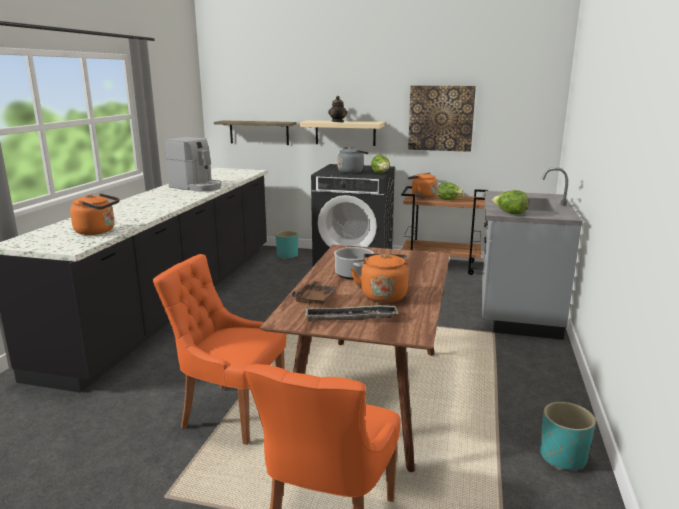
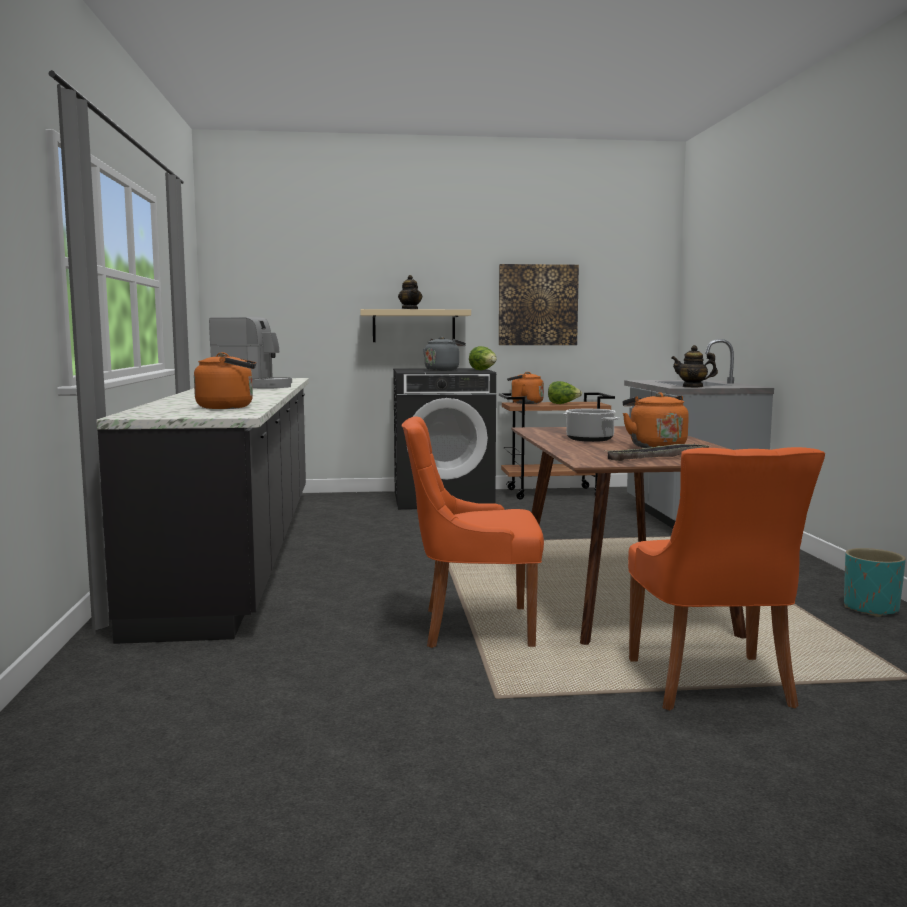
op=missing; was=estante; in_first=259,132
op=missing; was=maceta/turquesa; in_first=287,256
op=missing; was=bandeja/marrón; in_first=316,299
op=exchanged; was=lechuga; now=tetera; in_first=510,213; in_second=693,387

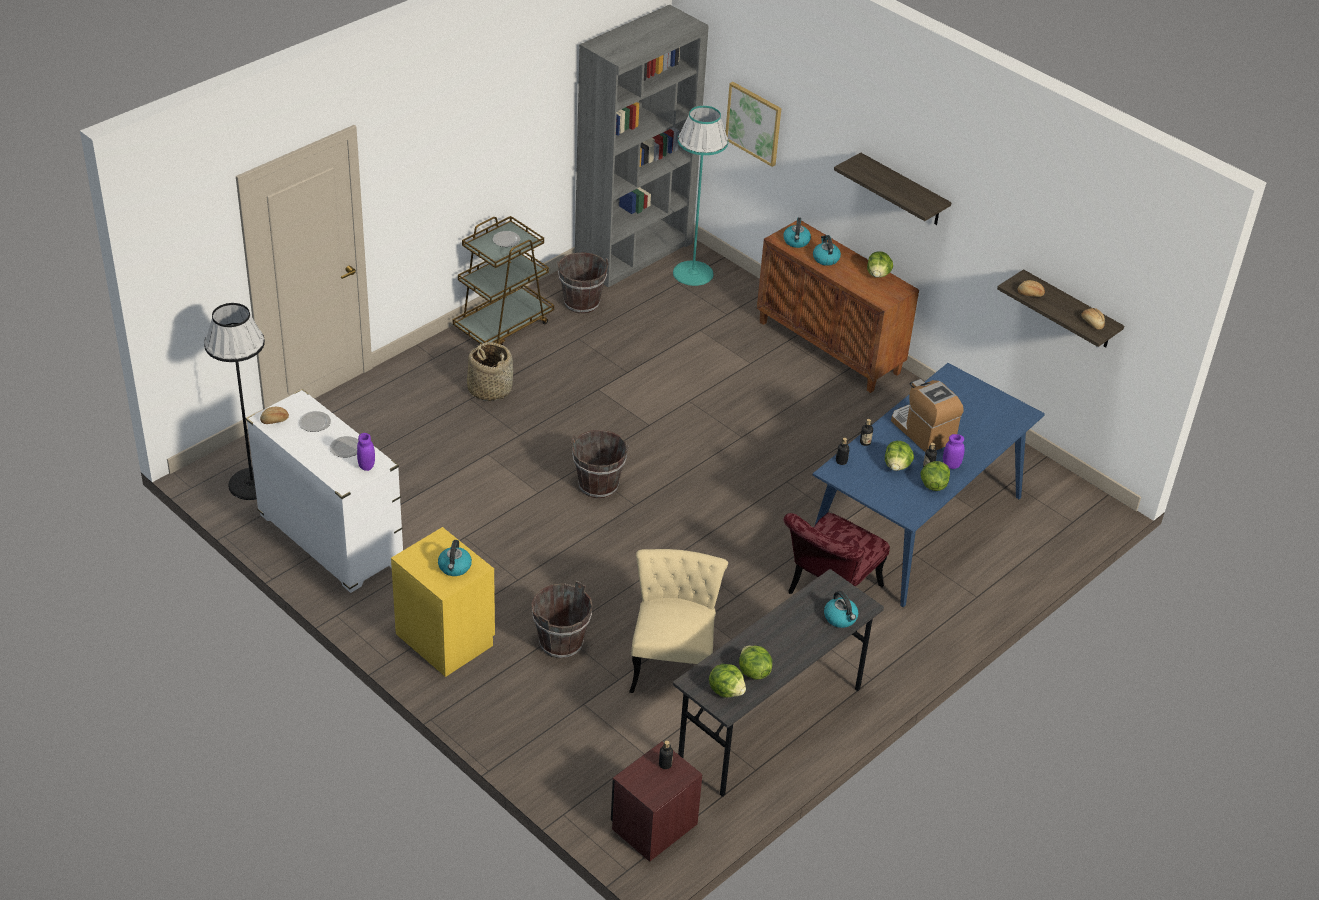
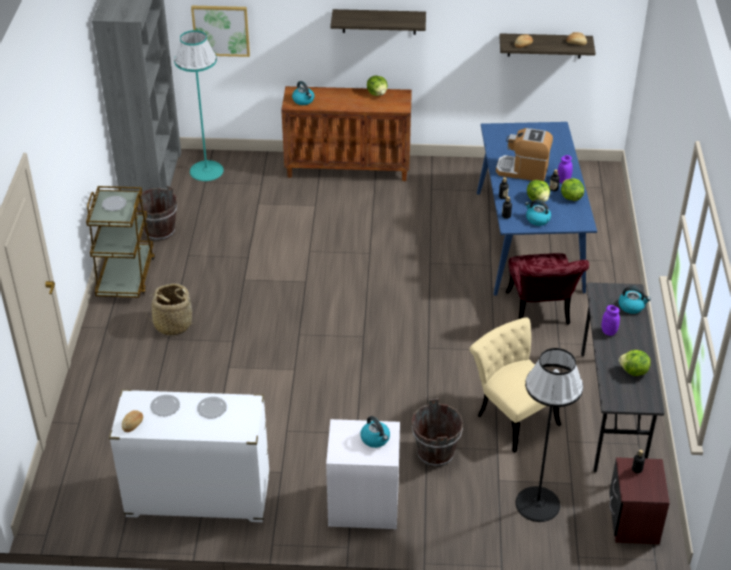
op=missing; was=cubo/marrón; in_first=598,485
op=missing; was=lechuga; in_first=726,690
op=relocated; was=lámpara de pie/negro; in_first=252,483; in_second=537,504
op=relocated; was=tarro/morado; in_first=366,466; in_second=609,332
op=relocated; was=hervidor; in_first=825,258; in_second=537,219
op=colour; was=mesita de noche/amarillo; now=mesita de noche/blanco; in_first=446,639; in_second=363,505

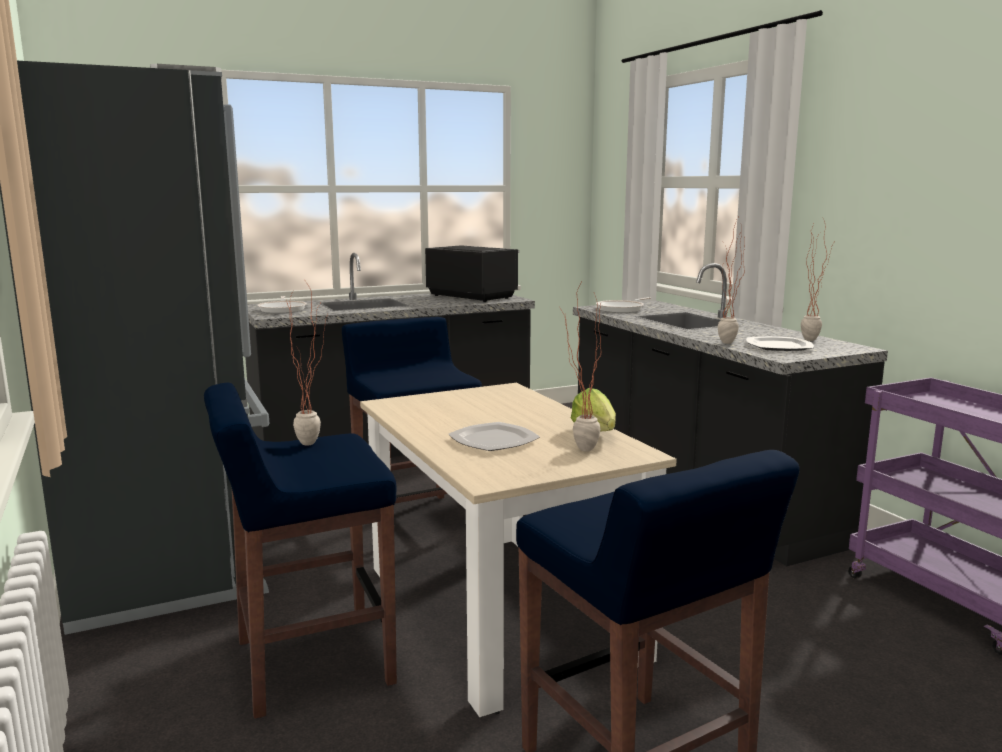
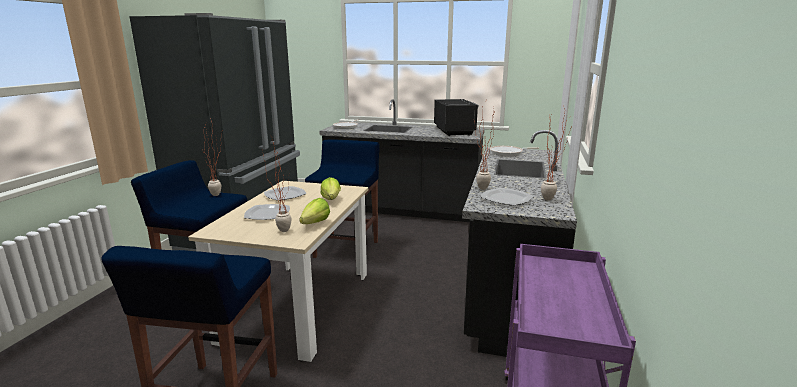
op=appeared; now=plato; in_second=285,195
op=appeared; now=lechuga; in_second=330,201

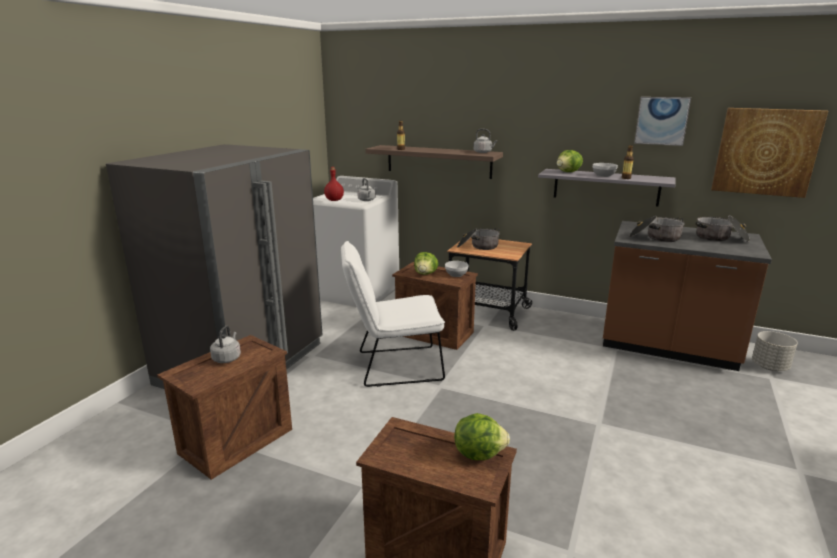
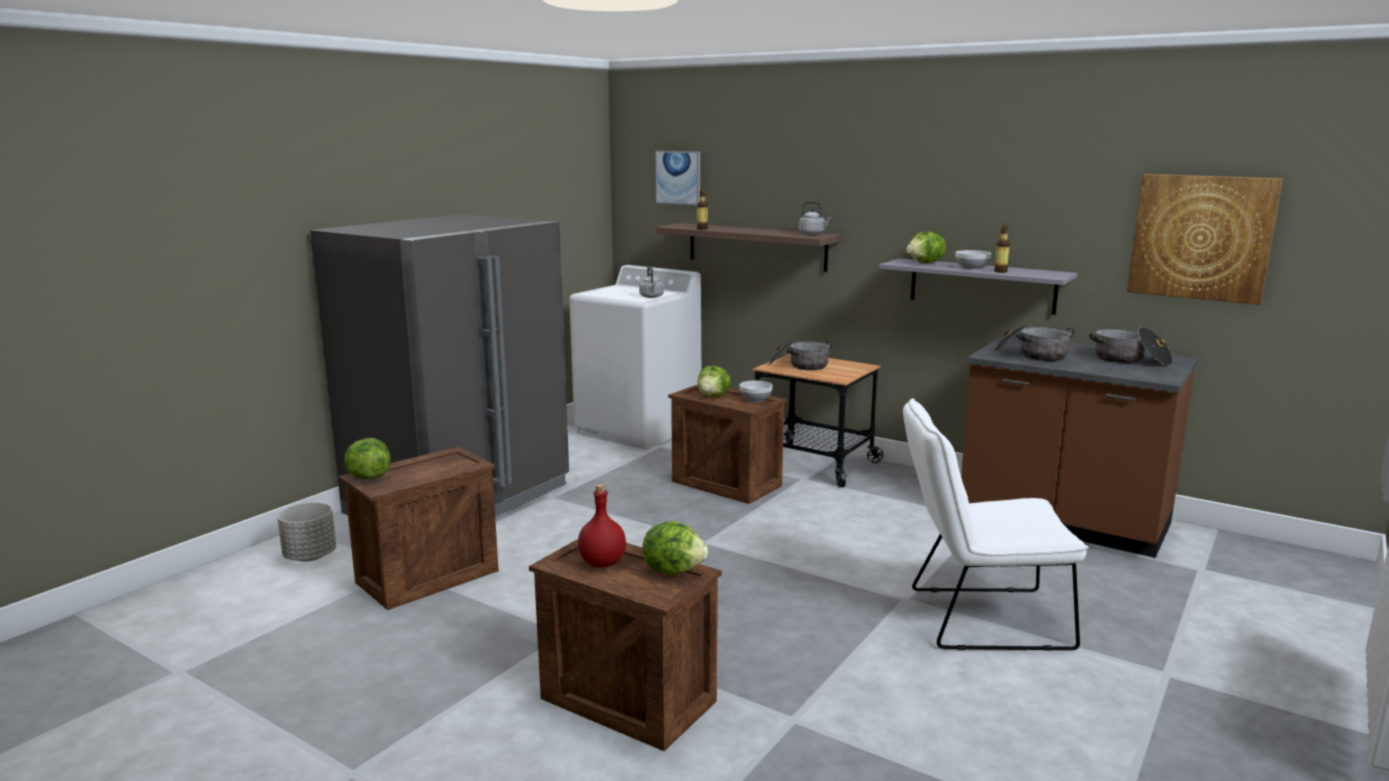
op=missing; was=hervidor/gris; in_first=227,358
op=appeared; now=lechuga; in_second=368,477
op=relocated; was=botella/rojo; in_first=334,200; in_second=602,562
op=relocated; was=silla/blanco; in_first=393,366; in_second=977,618
op=relocated; was=cuadro; in_first=661,121; in_second=678,177
op=relocated; was=maceta/gris; in_first=770,367; in_second=310,556

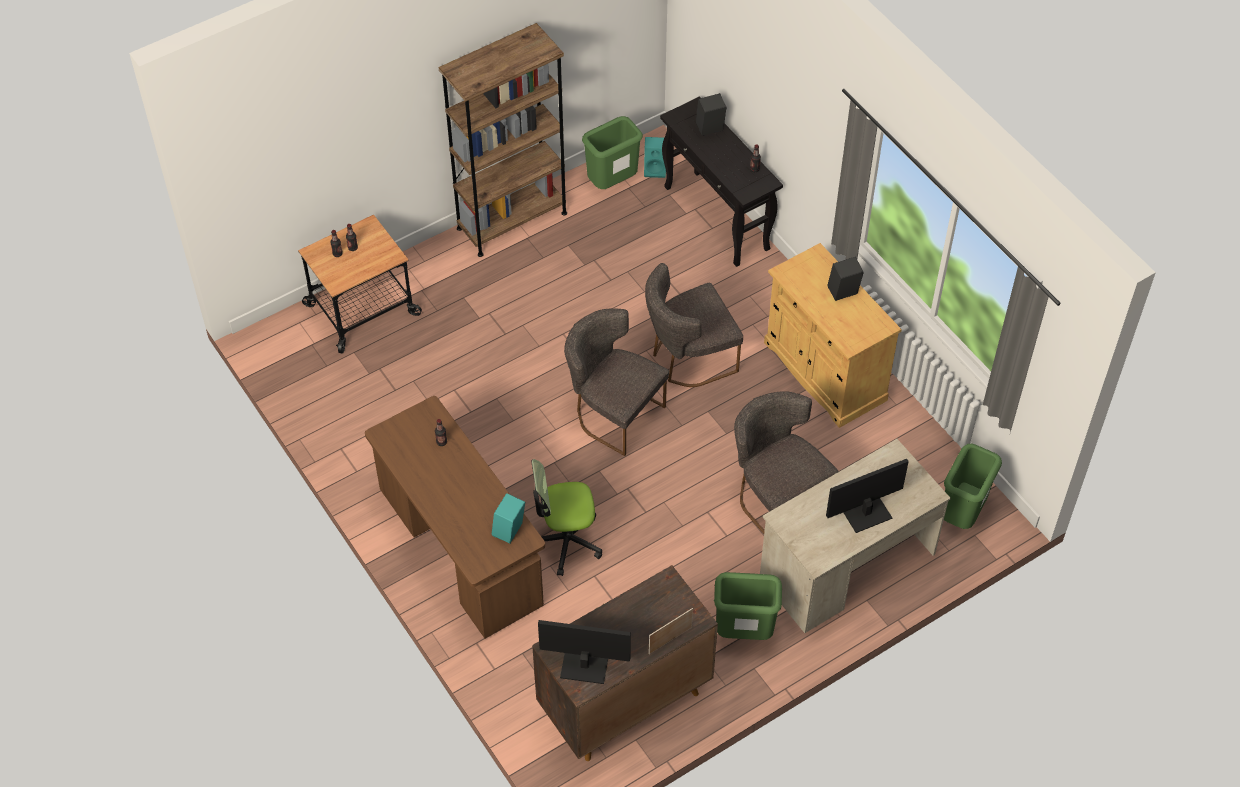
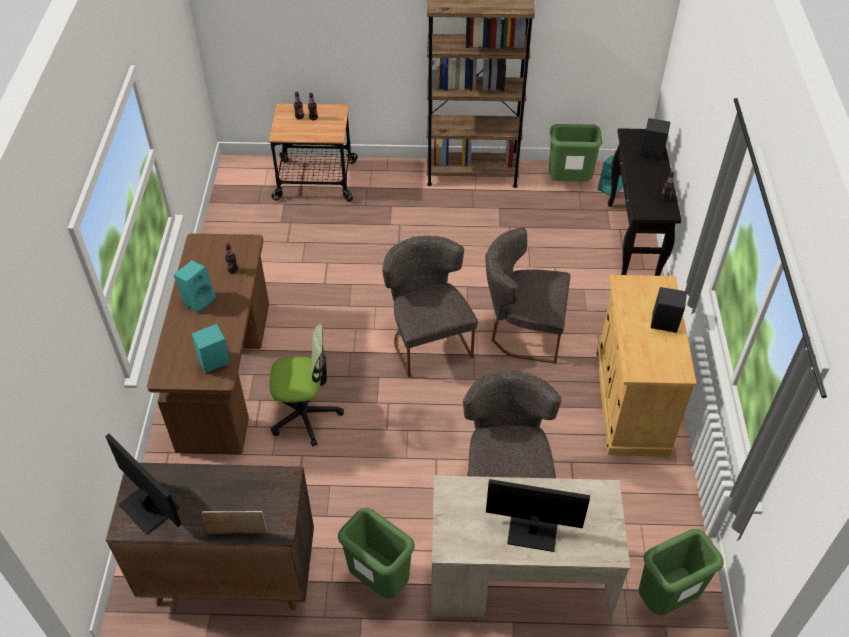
op=appeared; now=altavoz/turquesa; in_second=199,300
op=spun; was=silla de oficina; in_first=565,541; in_second=305,415; clockwise=150

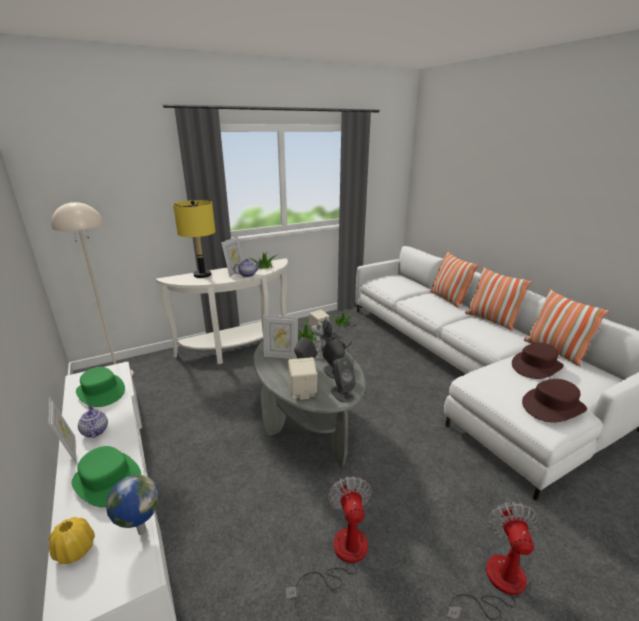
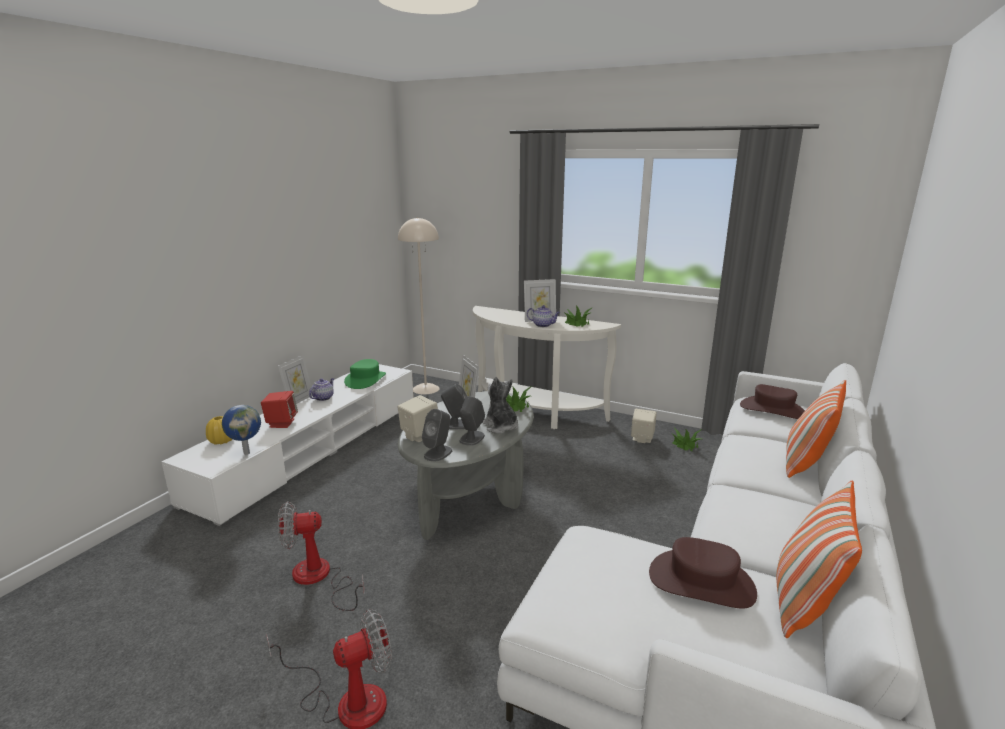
op=missing; was=lámpara de mesa/amarillo; in_first=202,275
op=missing; was=cojín; in_first=491,320
op=relocated; was=sombrero/marrón; in_first=553,406; in_second=772,409
op=exchanged; was=sombrero/verde; now=altavoz/rojo; in_first=107,480; in_second=281,423
op=spun; was=ventilador; in_first=341,555; in_second=319,578; clockwise=-150

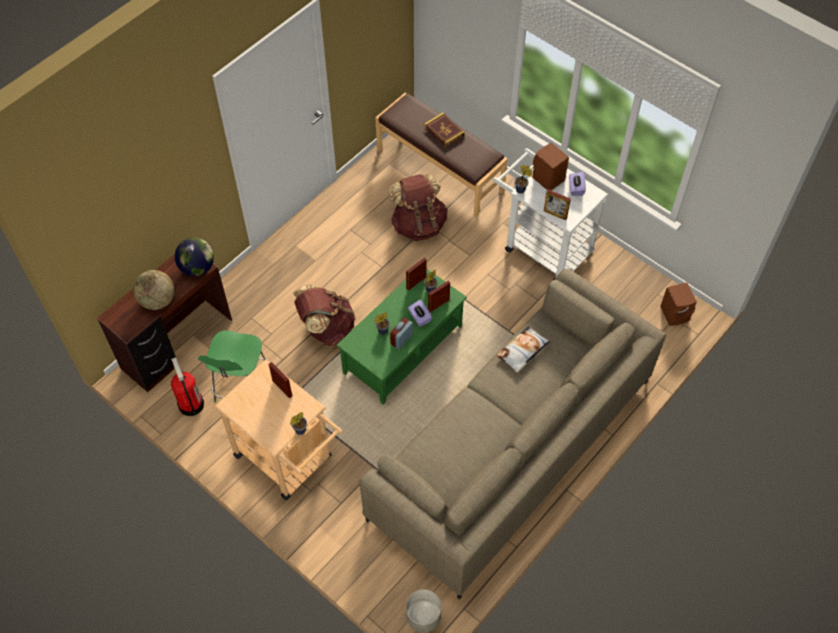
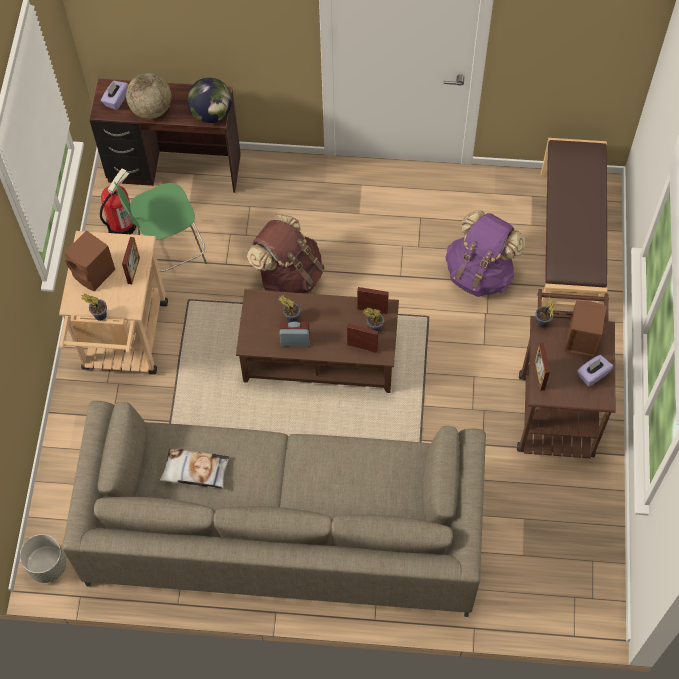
op=missing; was=libro; in_first=444,131
op=relocated; was=caja de pañuelos/morado; in_first=419,318; in_second=116,100
op=relocated; was=cojín; in_first=523,351; in_second=195,471
op=relocated; was=altavoz/marrón; in_first=675,314; in_second=94,274
op=colour; was=mesa de centro/verde; now=mesa de centro/marrón; in_first=403,350; in_second=319,359
op=colour; was=mochila/marrón; now=mochila/morado; in_first=418,225; in_second=480,273
op=colour; was=carrito/blanco; now=carrito/marrón; in_first=542,246; in_second=555,405

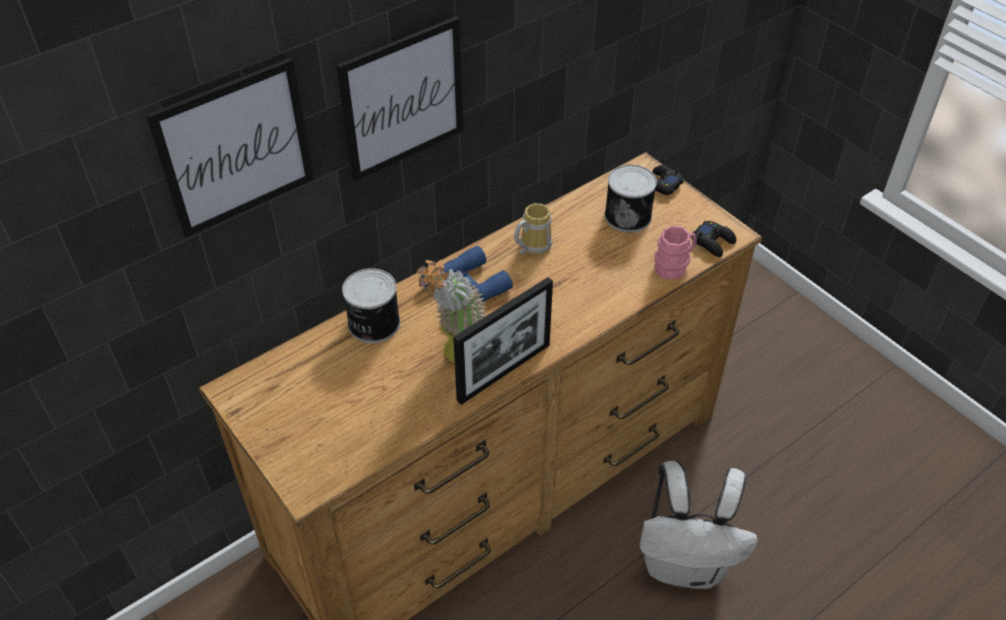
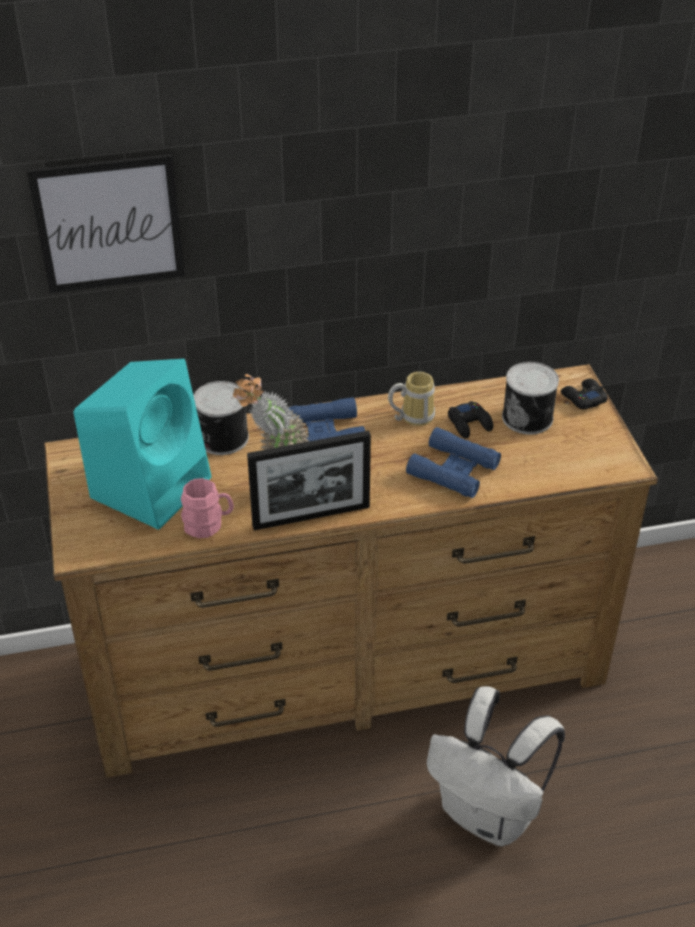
op=missing; was=cuadro; in_first=403,99
op=appeared; now=altavoz/turquesa; in_second=152,485
op=appeared; now=prismáticos/azul; in_second=453,470
op=relocated; was=taza grande/rosa; in_first=674,266; in_second=208,525
op=relocated; was=mando de consola/negro; in_first=713,242; in_second=470,424

